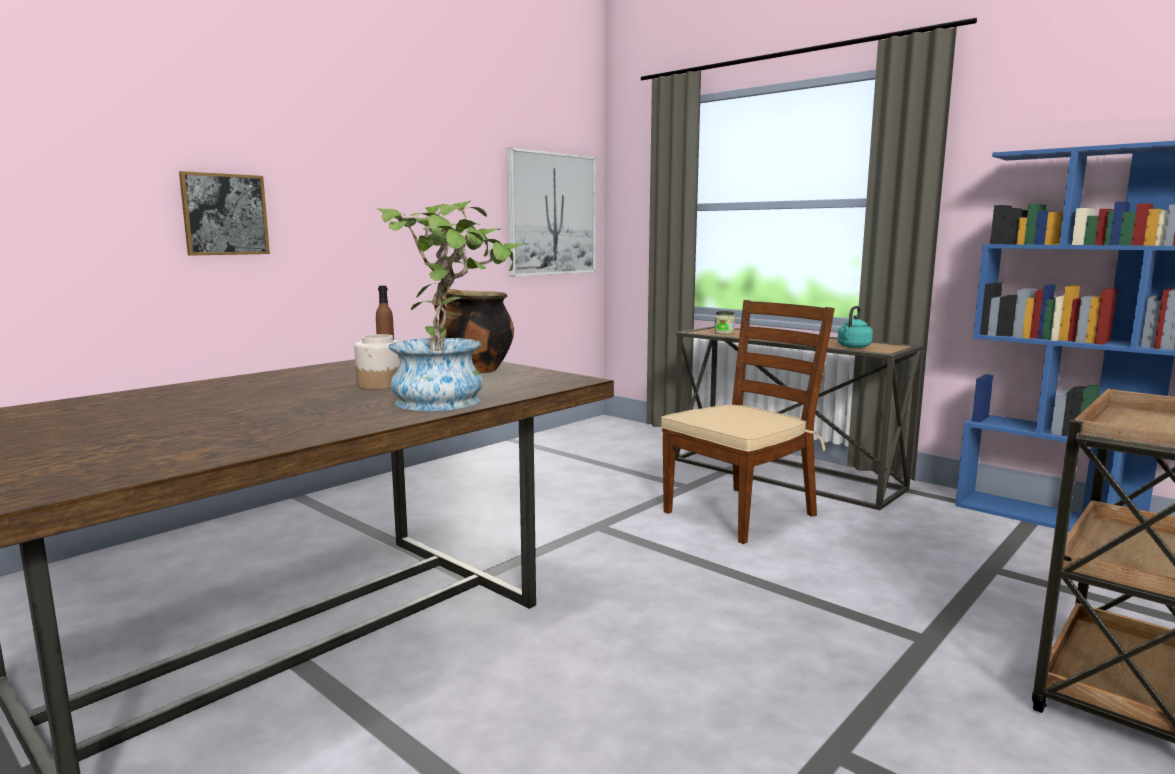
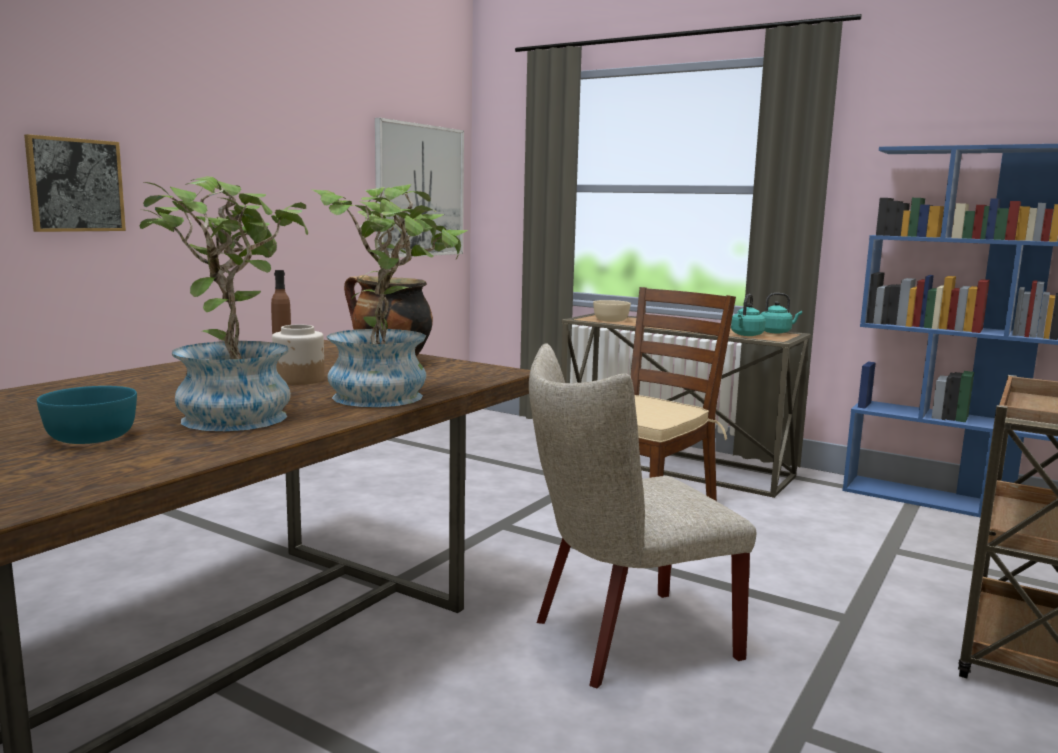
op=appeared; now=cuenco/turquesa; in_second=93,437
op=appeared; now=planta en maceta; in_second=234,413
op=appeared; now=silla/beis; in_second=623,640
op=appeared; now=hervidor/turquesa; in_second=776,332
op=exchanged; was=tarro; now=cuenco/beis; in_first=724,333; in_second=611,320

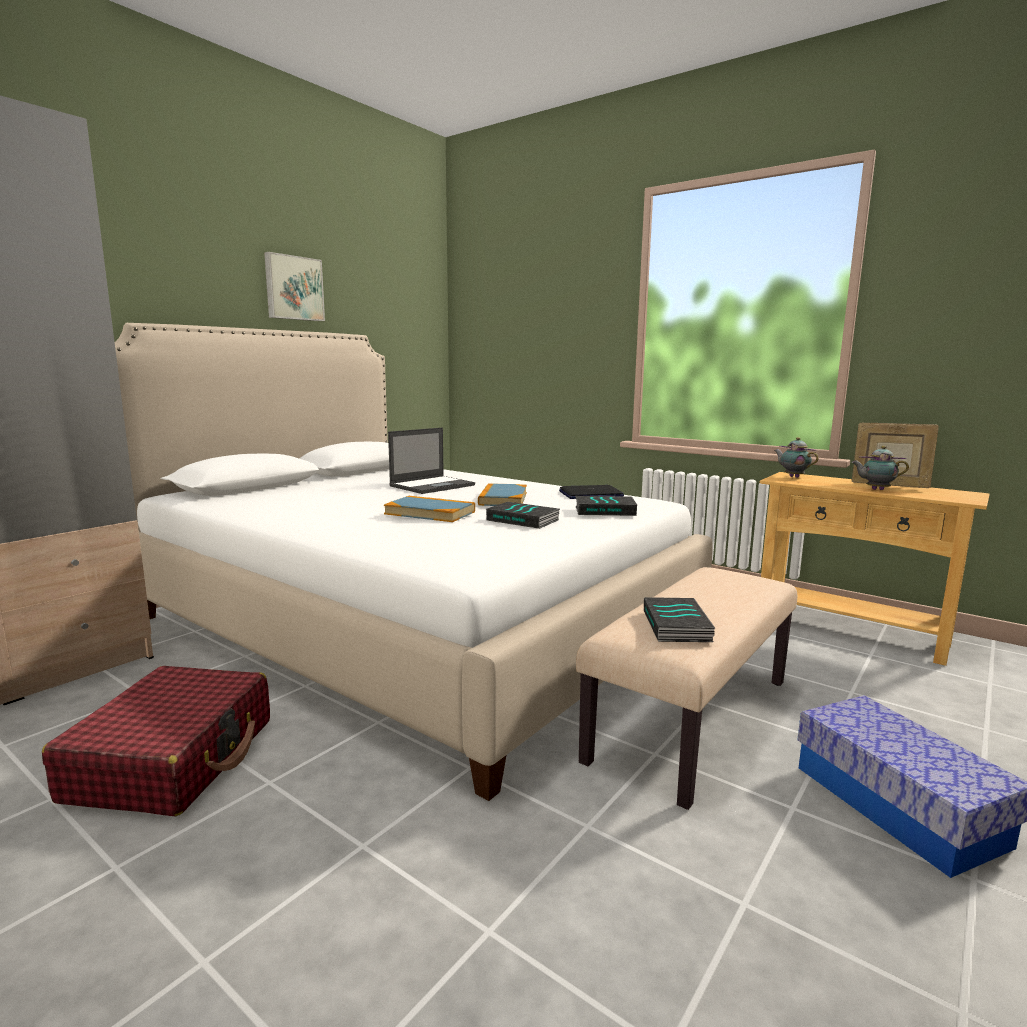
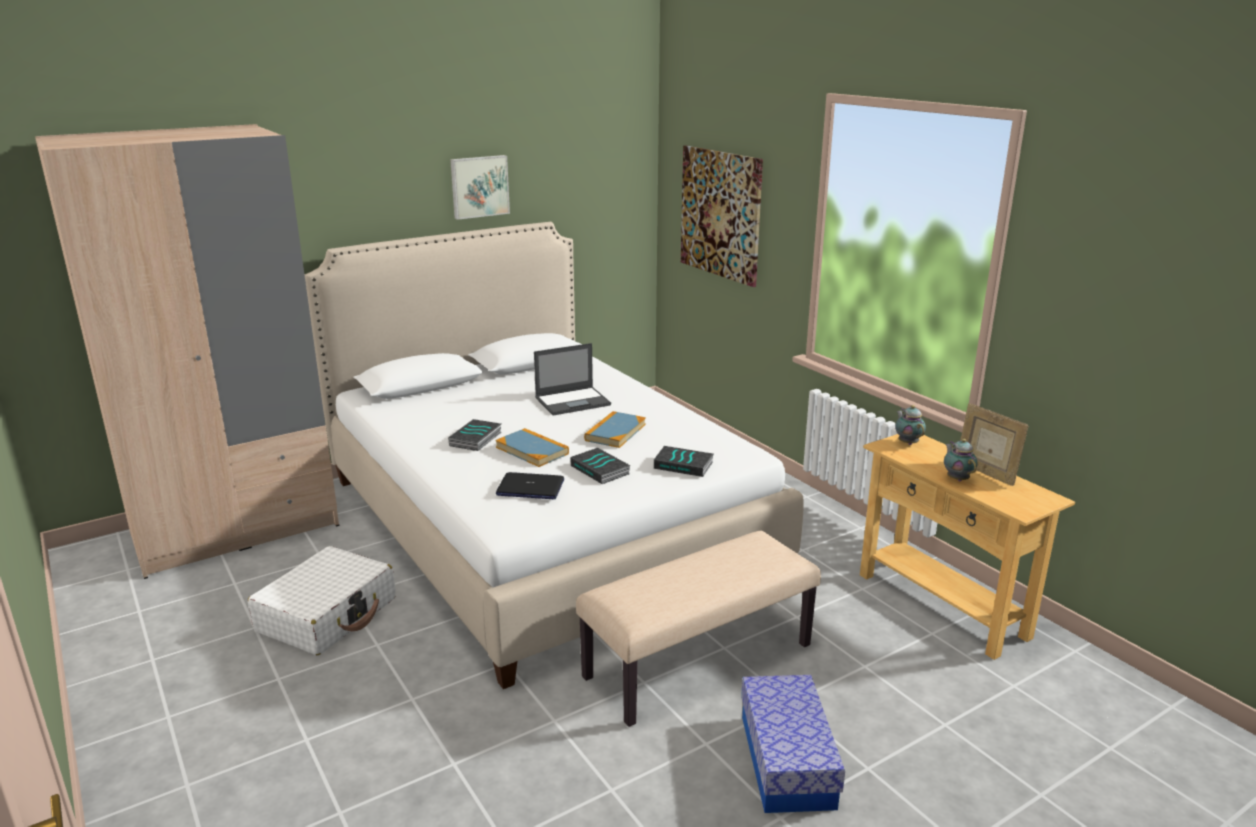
op=appeared; now=cuadro; in_second=720,214
op=relocated; was=portátil; in_first=590,494; in_second=530,488
op=relocated; was=libro; in_first=678,626; in_second=476,439
op=colour; was=maleta/rojo; now=maleta/blanco; in_first=174,759; in_second=327,615
op=spun; was=tetera; in_first=875,489; in_second=957,478; clockwise=45

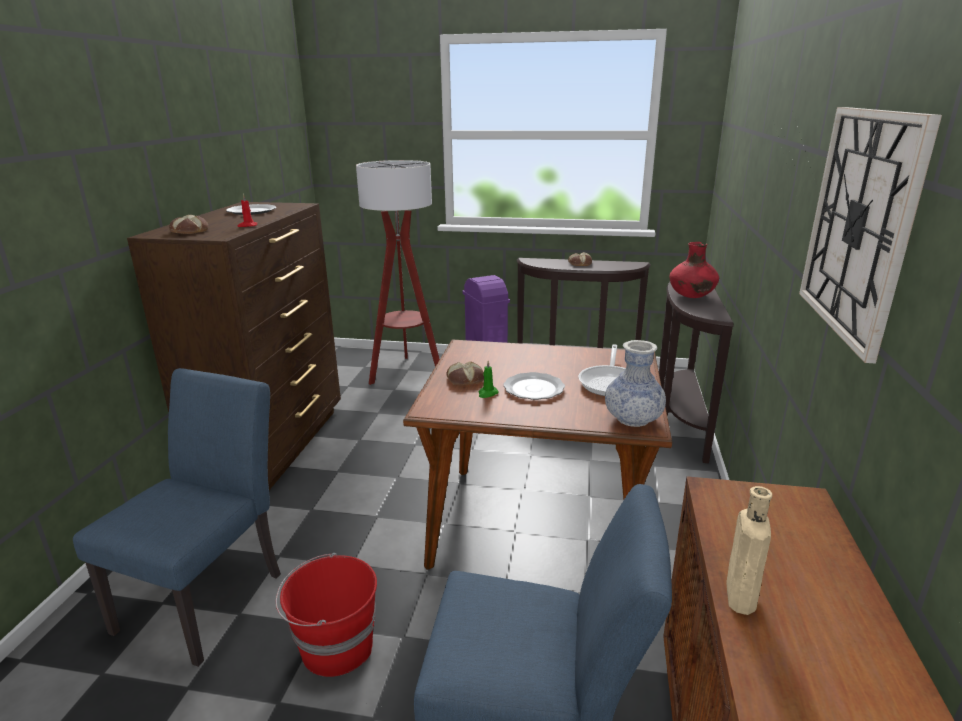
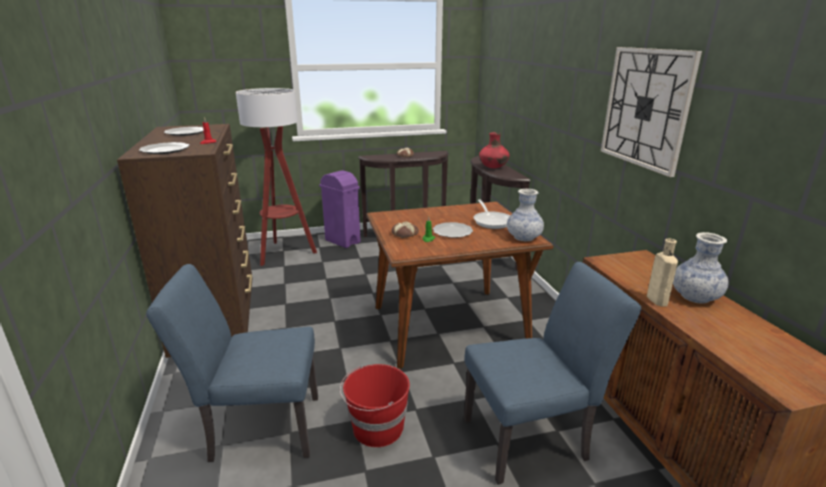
op=appeared; now=florero; in_second=695,297
op=exchanged; was=pan; now=plato; in_first=189,231; in_second=165,150
op=spun; was=silla/azul; in_first=210,594; in_second=257,428; clockwise=-90

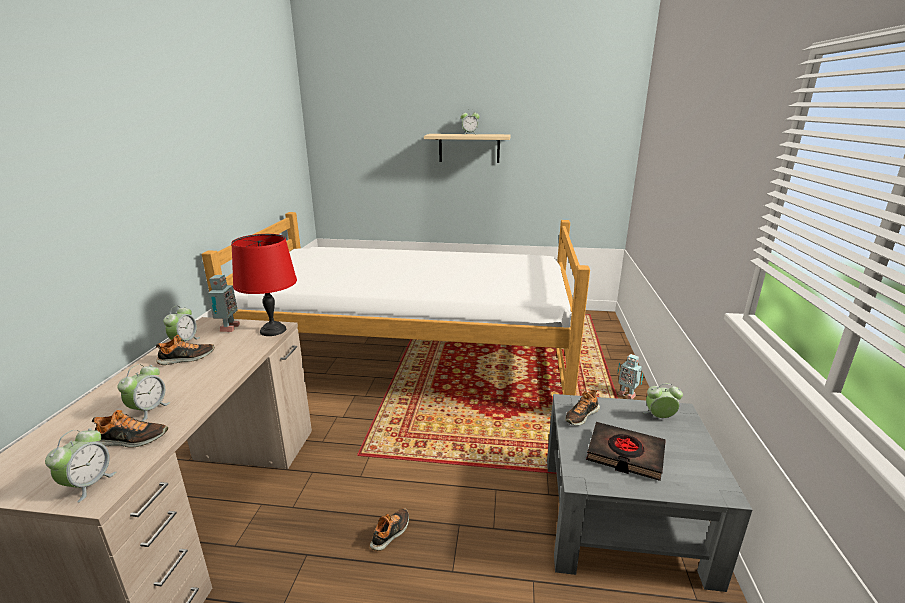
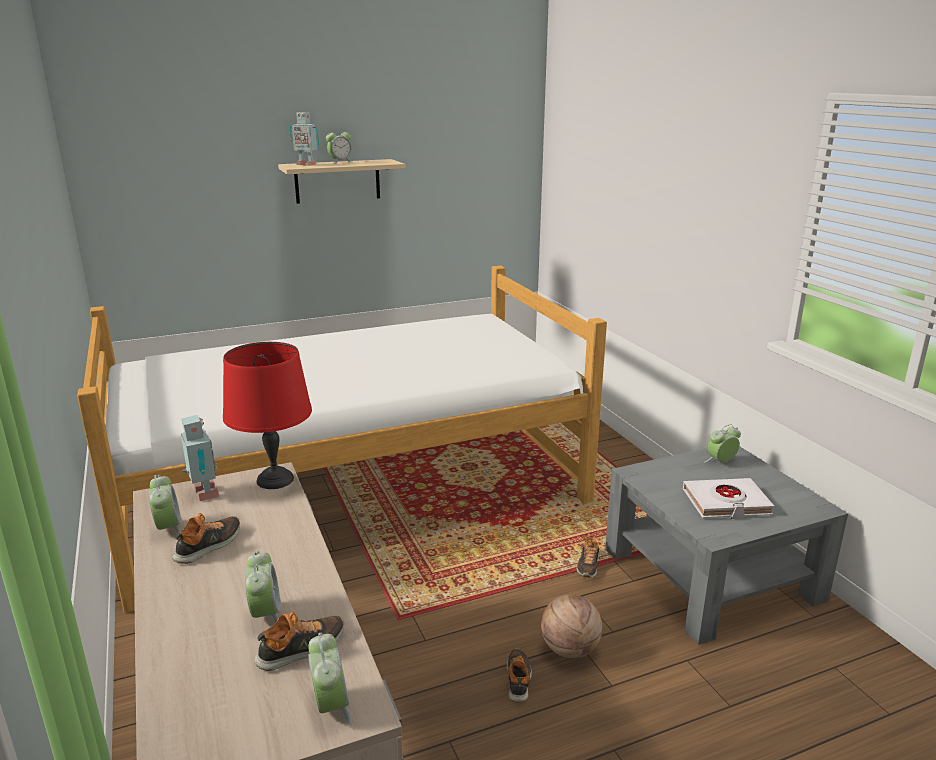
op=appeared; now=balón de baloncesto; in_second=570,649
op=relocated; was=zapato; in_first=581,415; in_second=588,565
op=relocated; was=robot de juguete; in_first=626,394; in_second=306,164
op=colour; was=libro/negro; now=libro/blanco; in_first=625,454; in_second=726,503

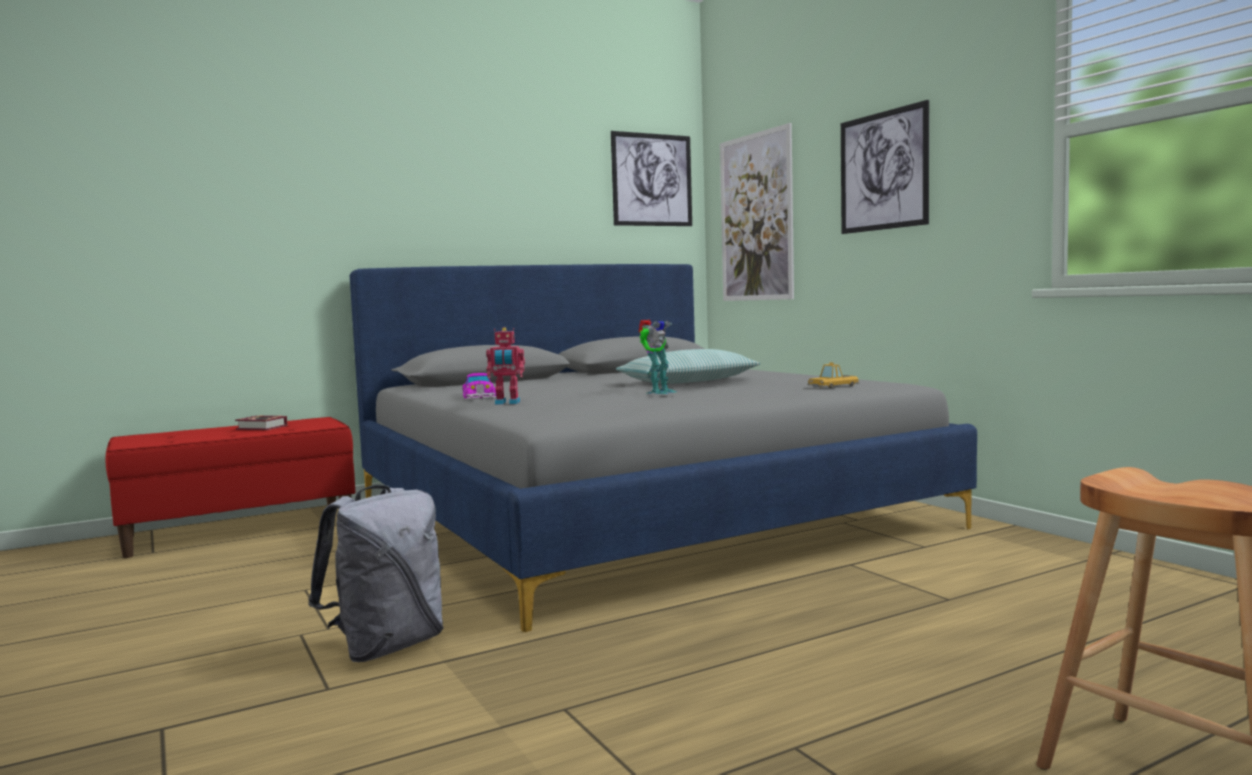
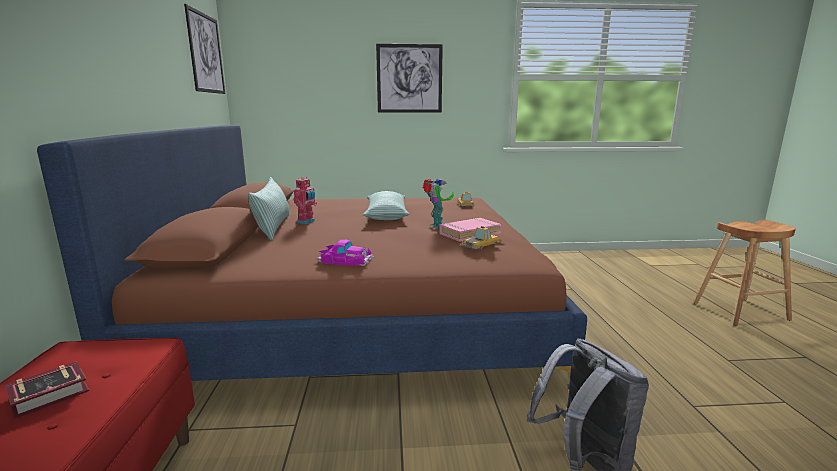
op=missing; was=cuadro; in_first=756,217
op=appeared; now=cojín; in_second=273,227
op=appeared; now=libro/rosa; in_second=469,233
op=appeared; now=coche de juguete; in_second=481,244
op=relocated; was=robot de juguete; in_first=507,403; in_second=306,222
op=colour; was=cama/gris; now=cama/marrón; in_first=635,513; in_second=359,310

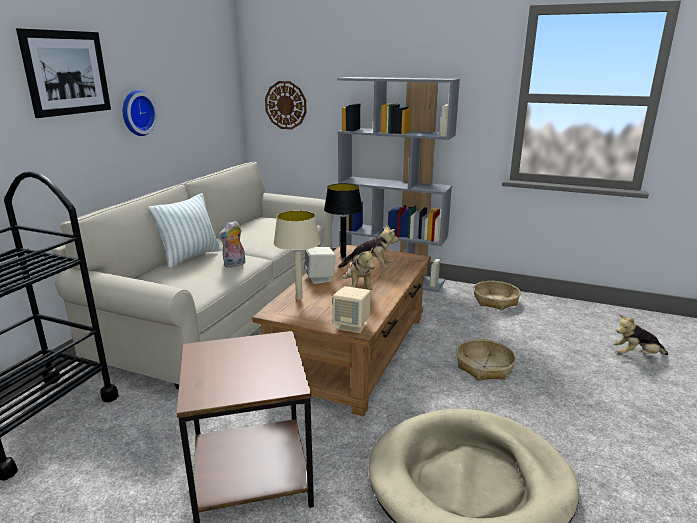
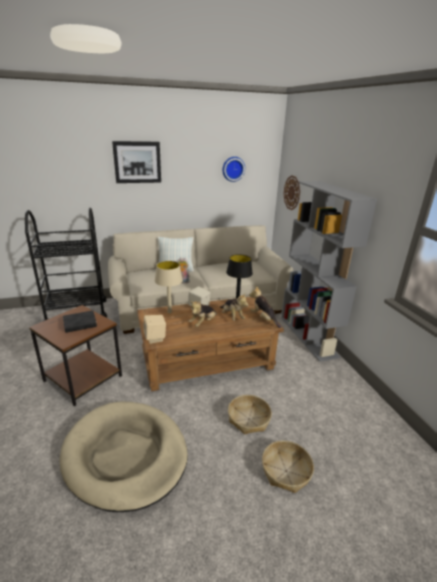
op=appeared; now=libro/negro; in_second=80,324
op=relocated; was=reloj de pared; in_first=136,113; in_second=233,169
op=relocated; was=cesta; in_first=495,301; in_second=285,471
op=relocated; was=peluche; in_first=636,355; in_second=263,318

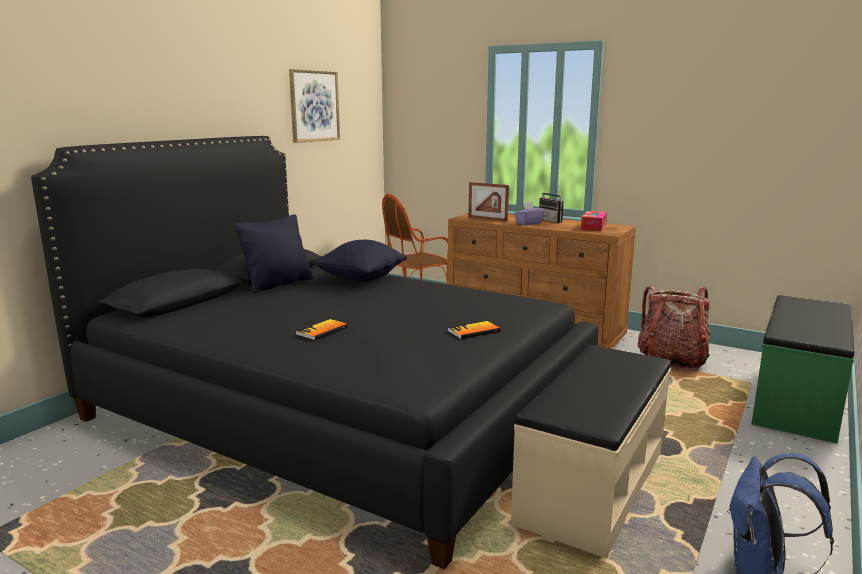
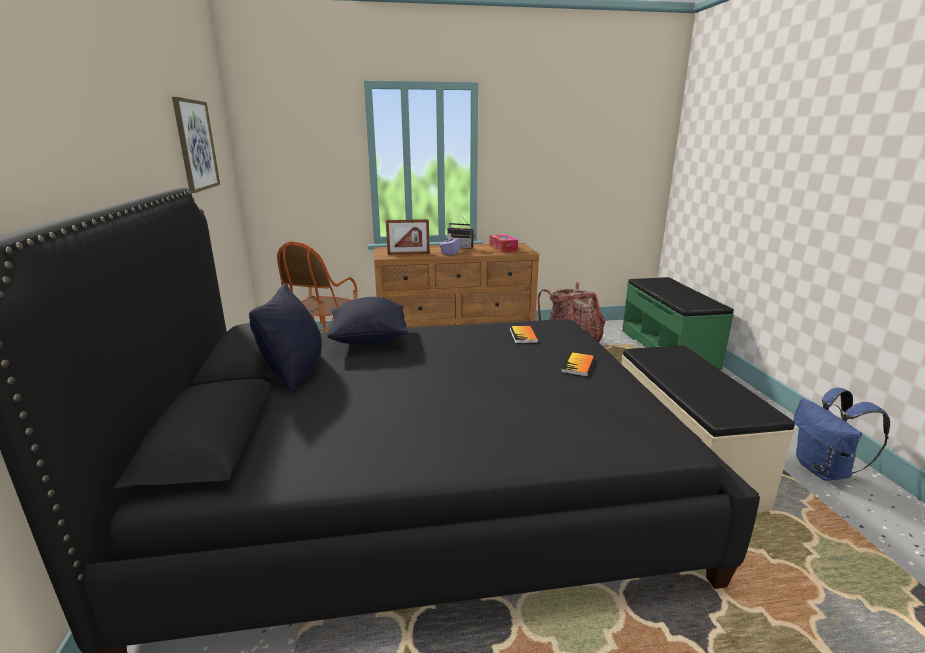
op=relocated; was=libro; in_first=322,331; in_second=523,335

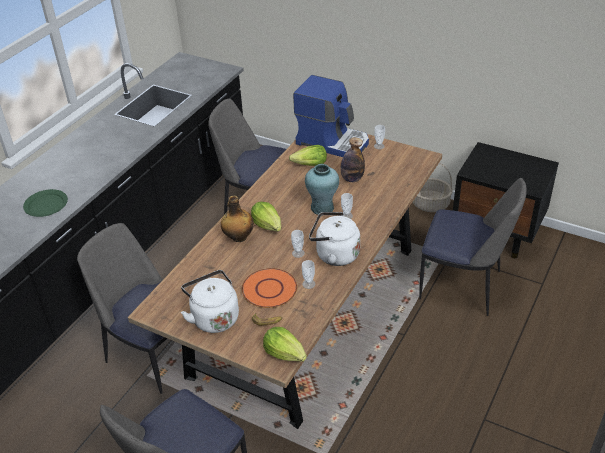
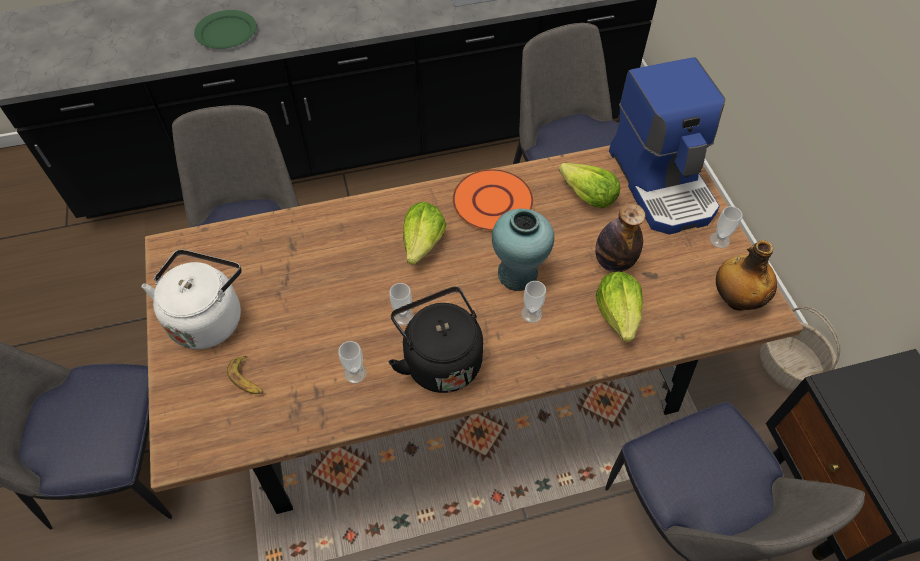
op=relocated; was=botella; in_first=238,237; in_second=735,299
op=relocated; was=plato/naranja; in_first=270,289; in_second=493,202
op=relocated; was=lechuga; in_first=285,353; in_second=618,314
op=colour; was=hervidor/blanco; now=hervidor/negro; in_first=334,254; in_second=440,359

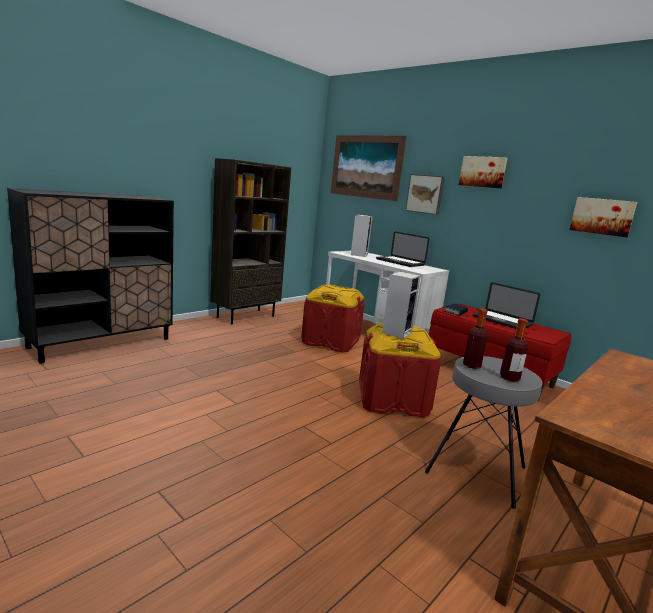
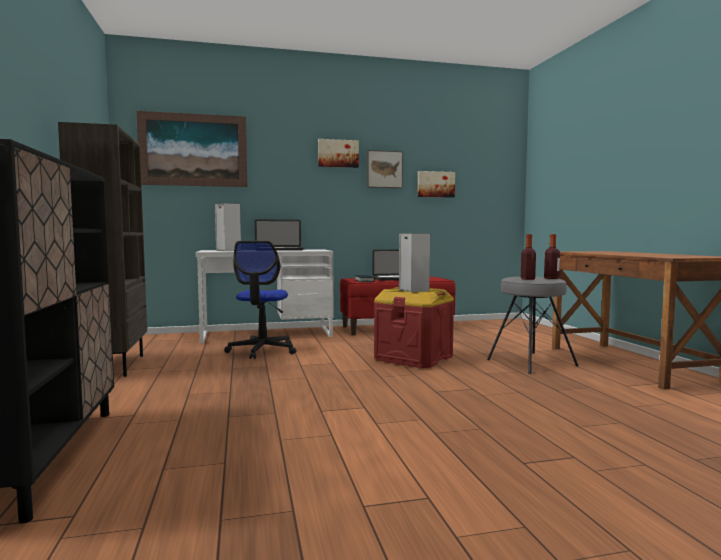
op=relocated; was=cuadro; in_first=425,194; in_second=384,169
op=exchanged; was=caja de almacenaje/rojo; now=silla de oficina; in_first=330,341; in_second=262,351

